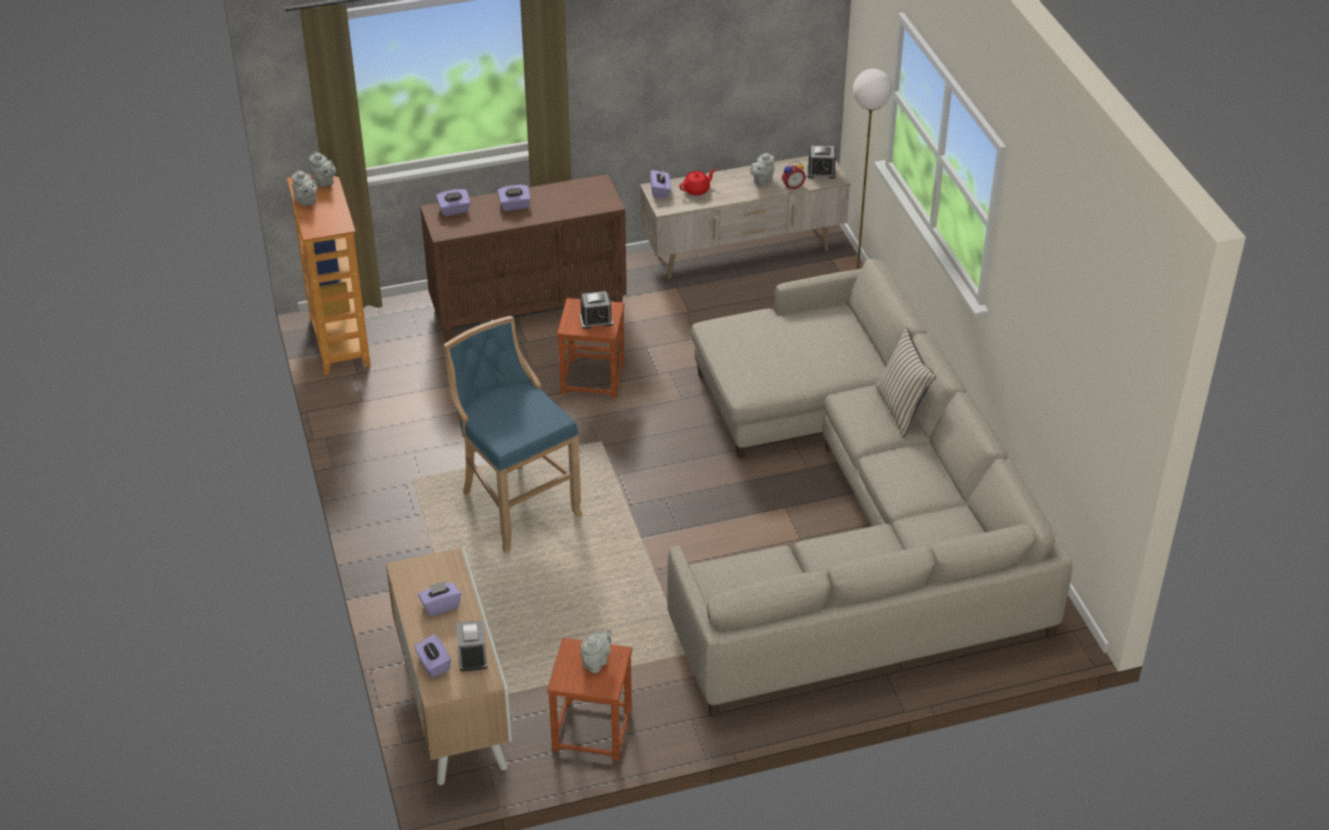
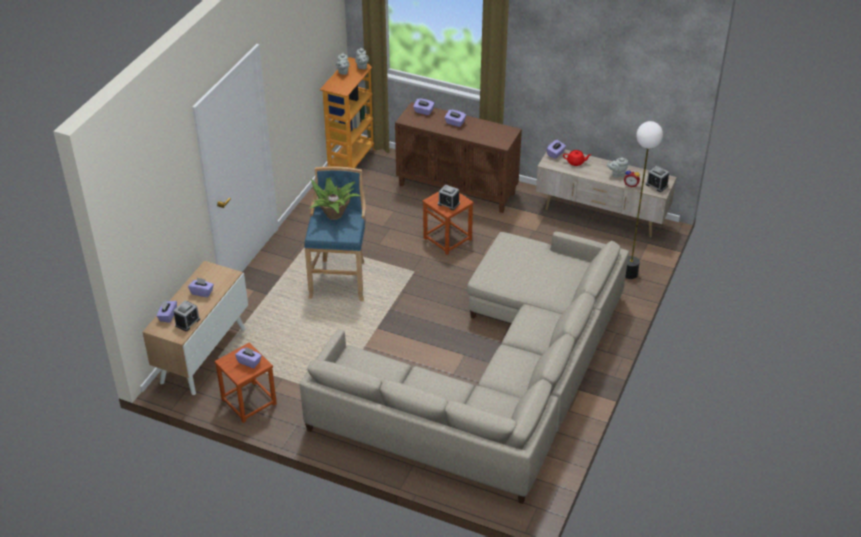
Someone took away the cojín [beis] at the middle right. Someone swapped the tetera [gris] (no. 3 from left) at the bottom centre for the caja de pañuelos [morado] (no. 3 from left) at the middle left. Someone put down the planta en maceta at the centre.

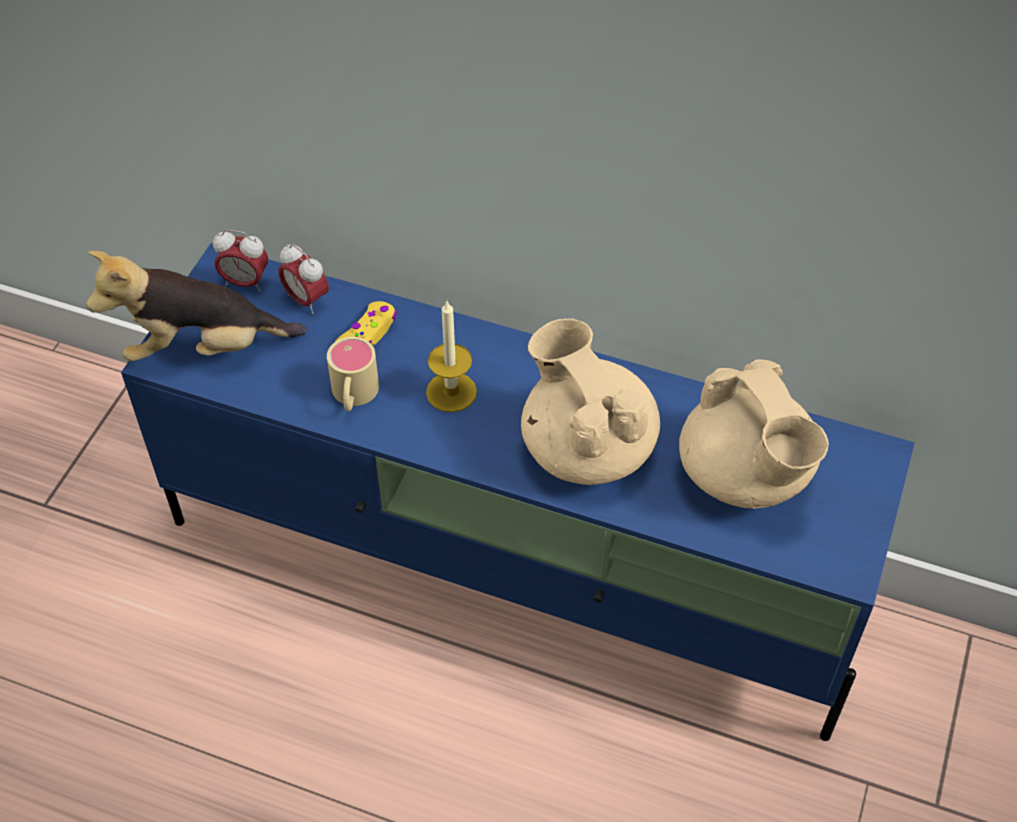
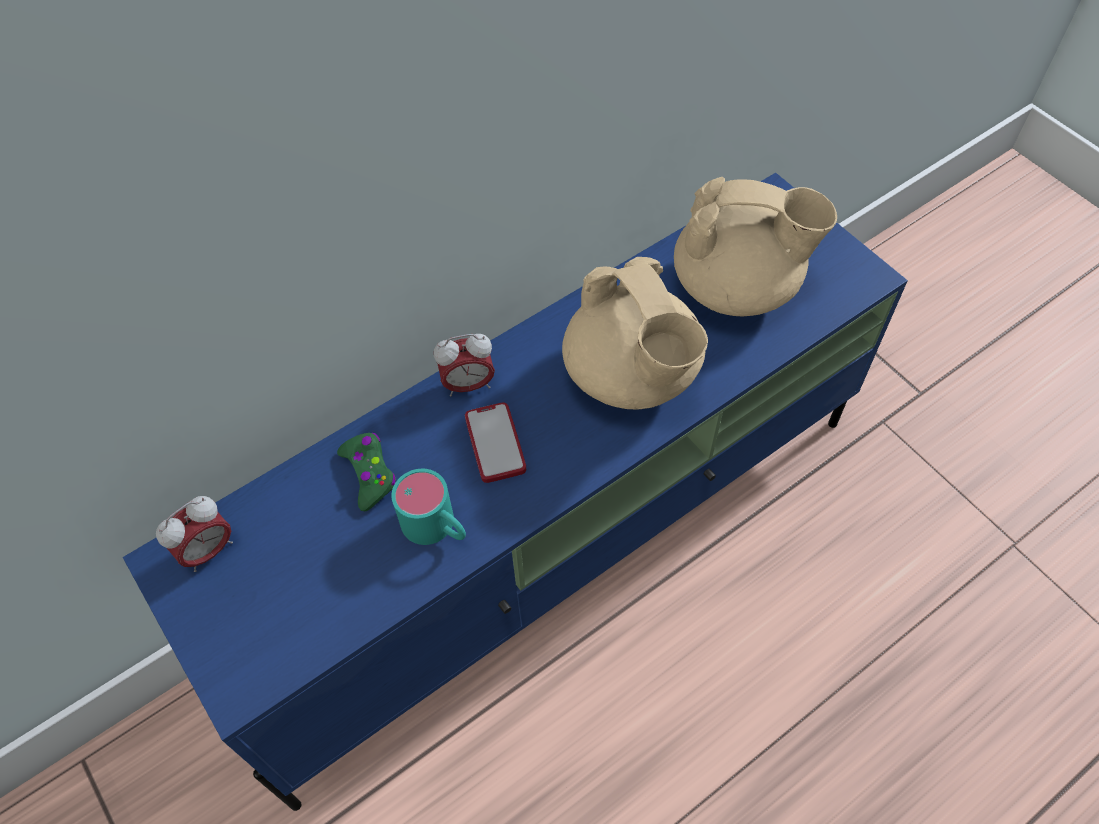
Someone carried the despertador (no. 2 from left) from the middle left to the centre. Someone took away the peluche at the middle left. Someone repainted the mando de consola [amarillo] at the centre, which became the mando de consola [verde] at the middle left. Someone swapped the vela at the centre for the móvil at the centre. Someone rotated the tetera [beis] (no. 1 from left) at the centre by 120 degrees counterclockwise. Someone repainted the taza grande [beis] at the centre, which became the taza grande [turquesa] at the centre.

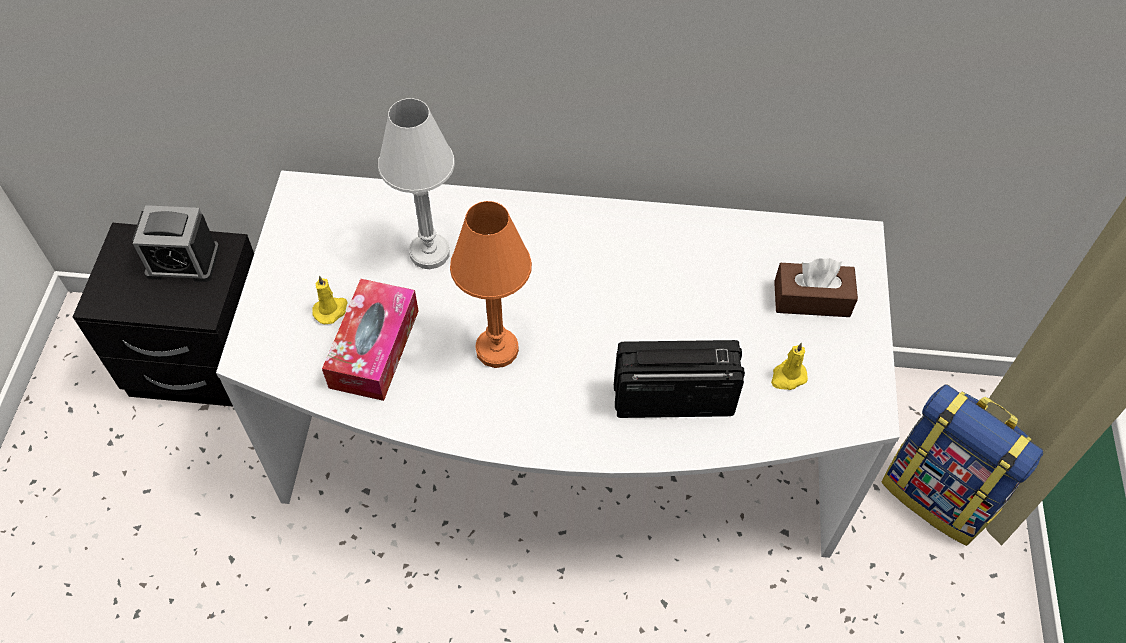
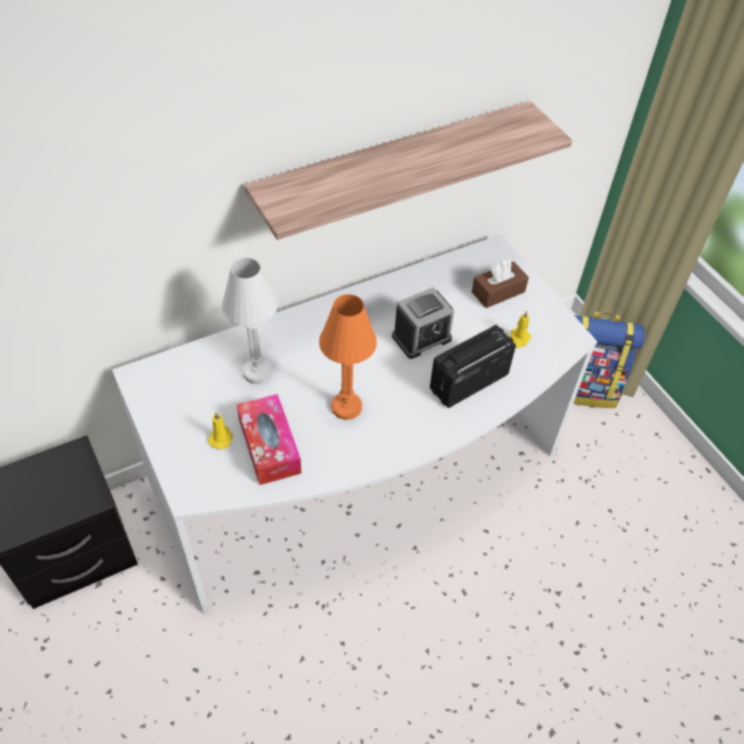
Someone carried the despertador from the middle left to the centre. Someone put up the estante at the top centre.

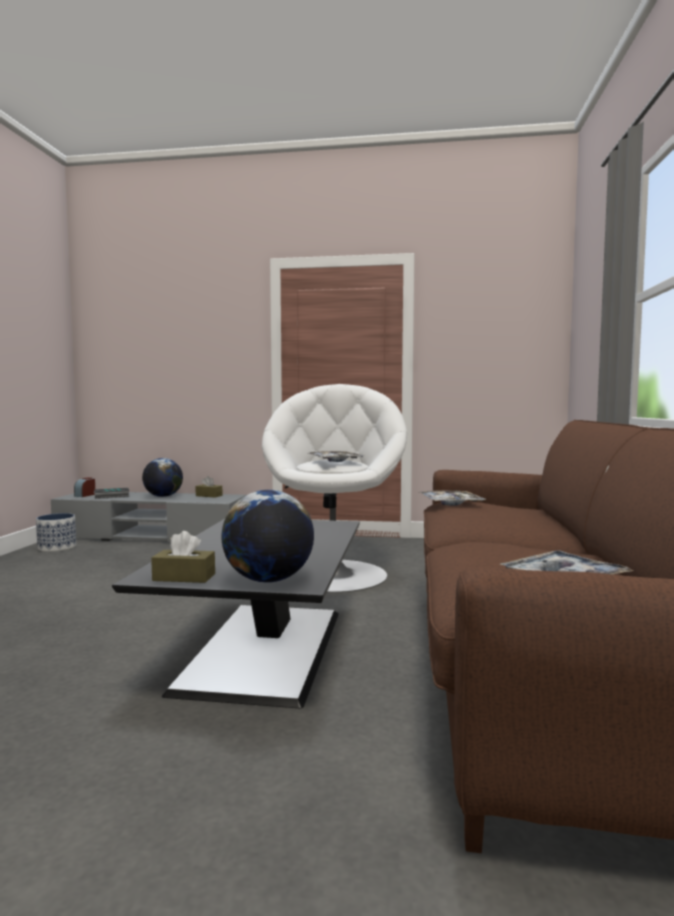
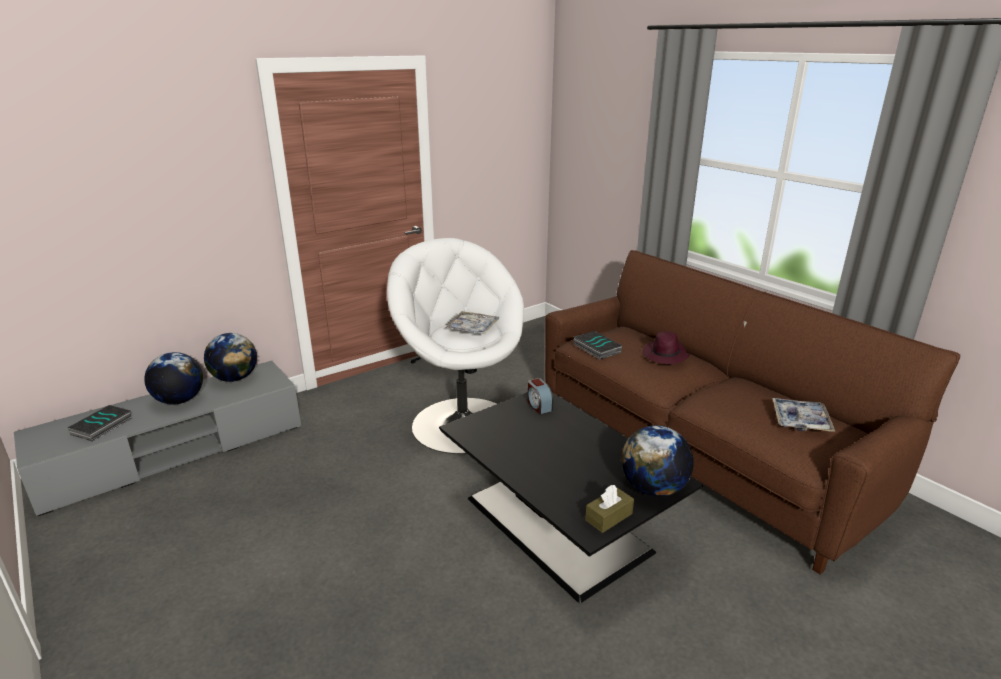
Someone swapped the caja de pañuelos [marrón] (no. 2 from left) at the middle left for the globo terráqueo (no. 2 from left) at the middle left. Someone carried the despertador from the middle left to the centre. Someone swapped the bandeja (no. 2 from left) at the middle right for the libro (no. 2 from left) at the centre. Someone took away the maceta at the middle left. Someone put down the sombrero [morado] at the centre.

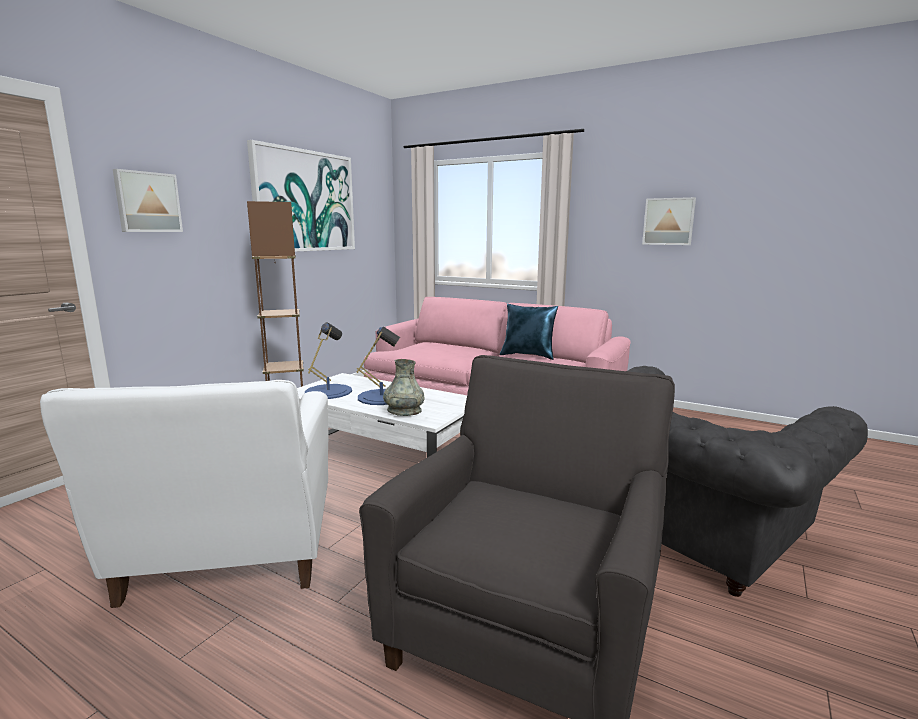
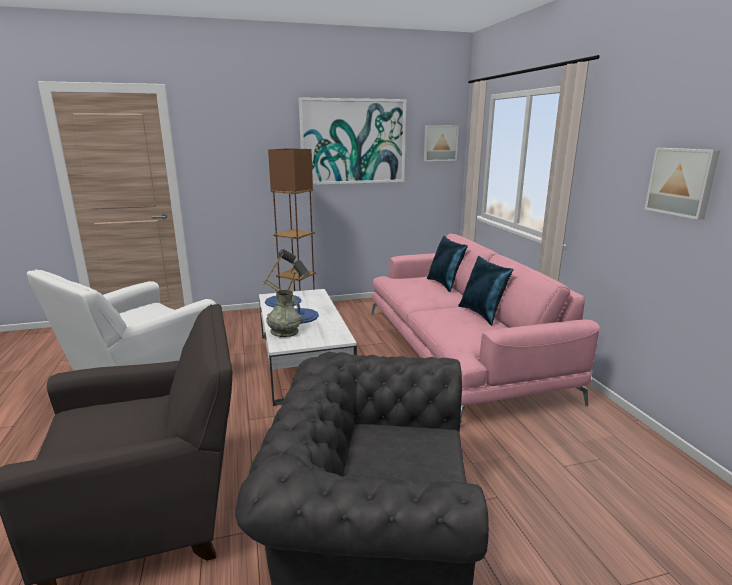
Someone carried the cuadro (no. 1 from left in the first image) from the top left to the top centre. Someone put down the cojín [azul] (no. 1 from left) at the centre.

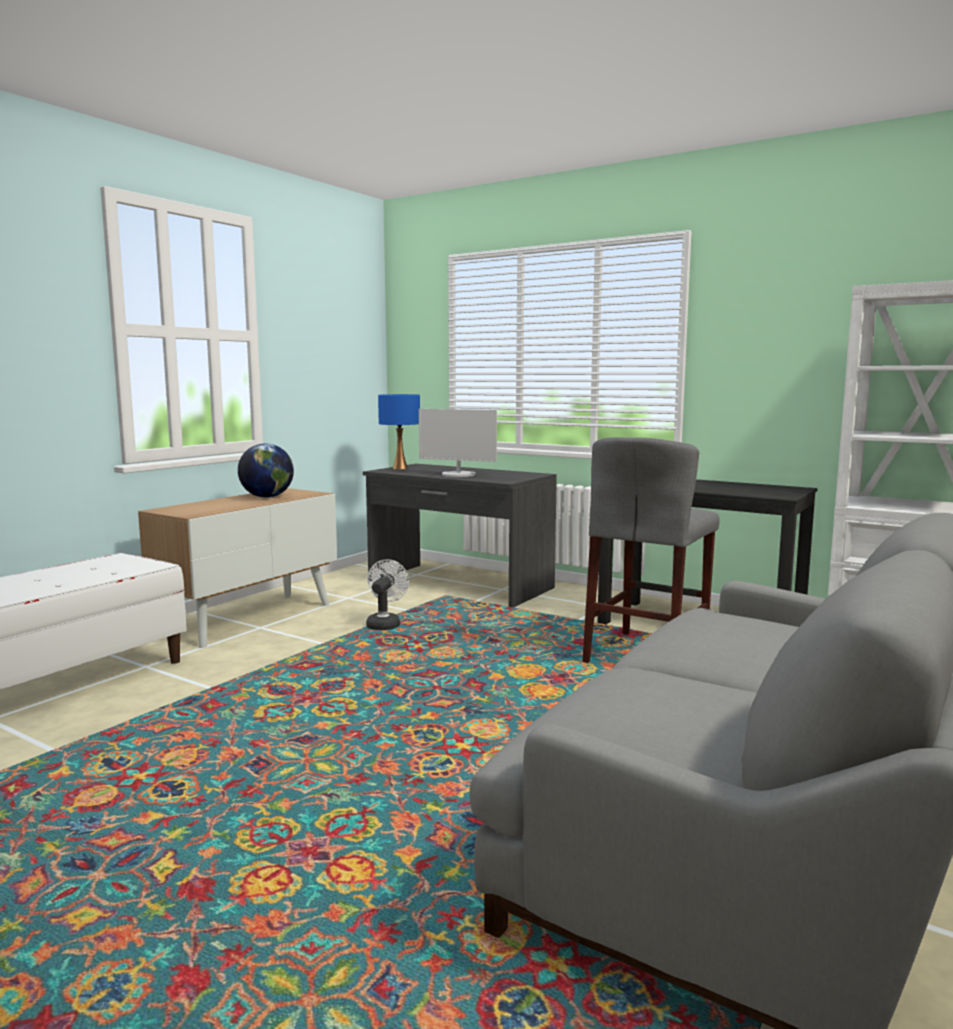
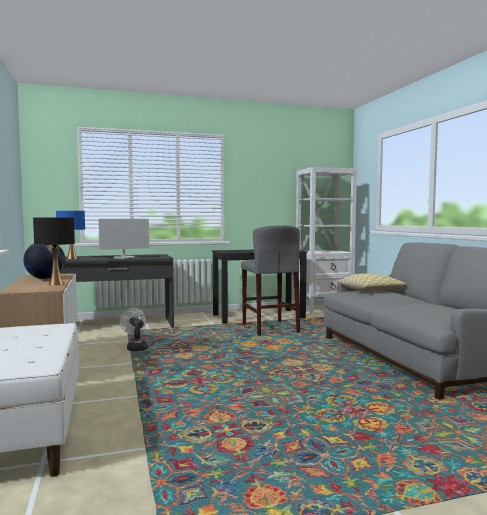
Someone put down the lámpara de mesa [negro] at the middle left. Someone put down the cojín at the middle right.

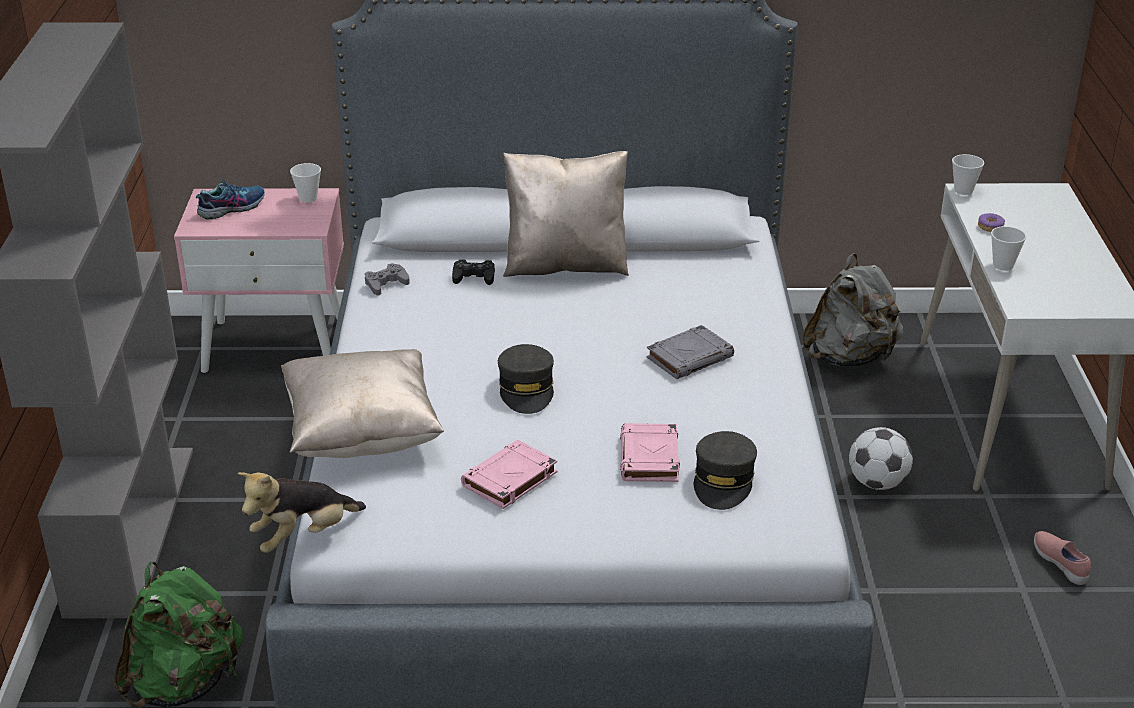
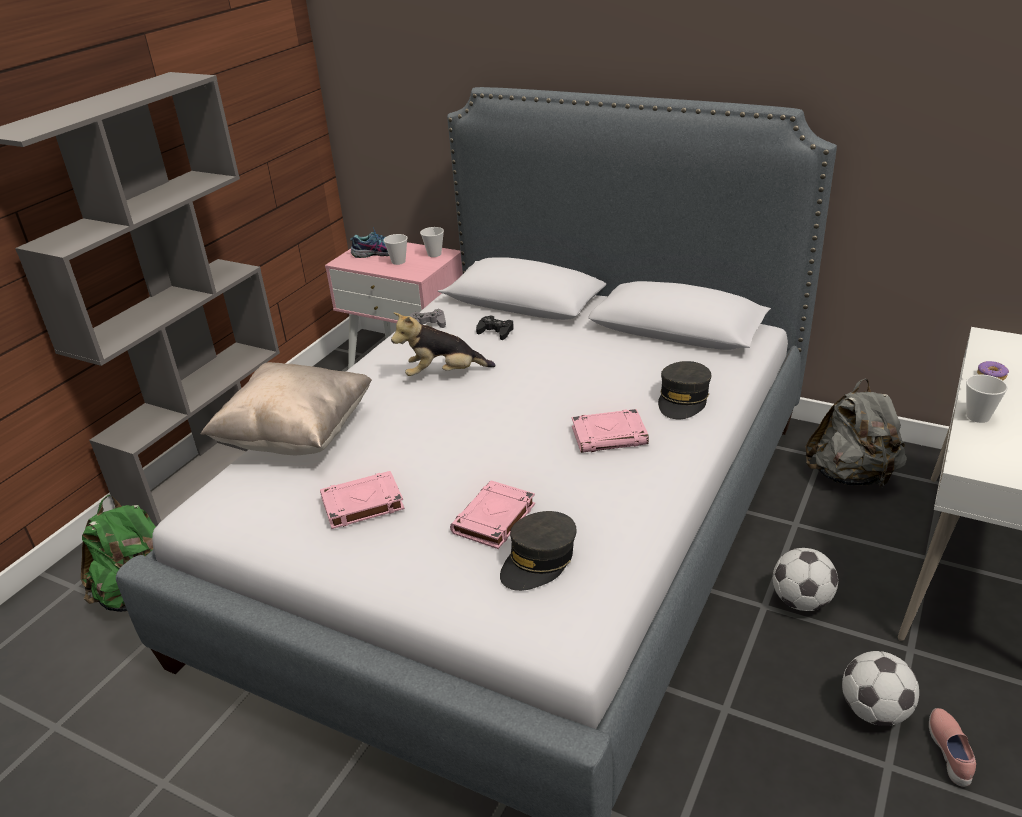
Someone took away the cojín [beis] (no. 2 from left) at the top centre. Someone carried the taza (no. 2 from left in the first image) from the top right to the top centre. Someone repainted the libro [gris] at the centre, which became the libro [rosa] (no. 3 from left) at the centre. Someone carried the gorra [gris] (no. 1 from left in the first image) from the centre to the middle right. Someone carried the peluche from the bottom left to the centre. Someone put down the balón de fútbol (no. 2 from left) at the bottom right.

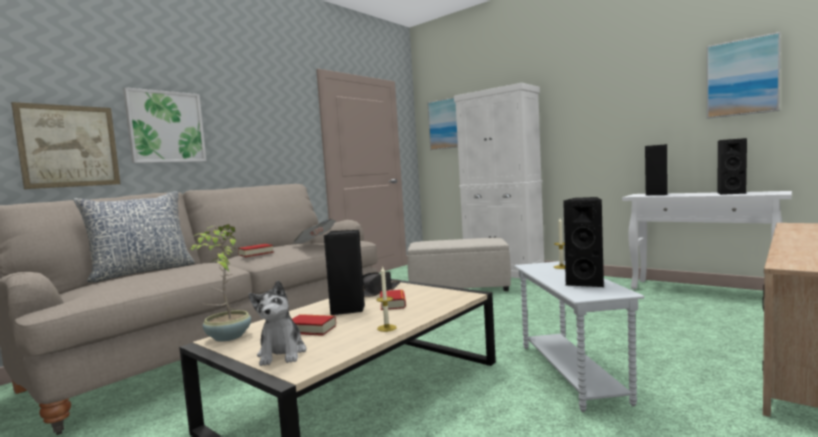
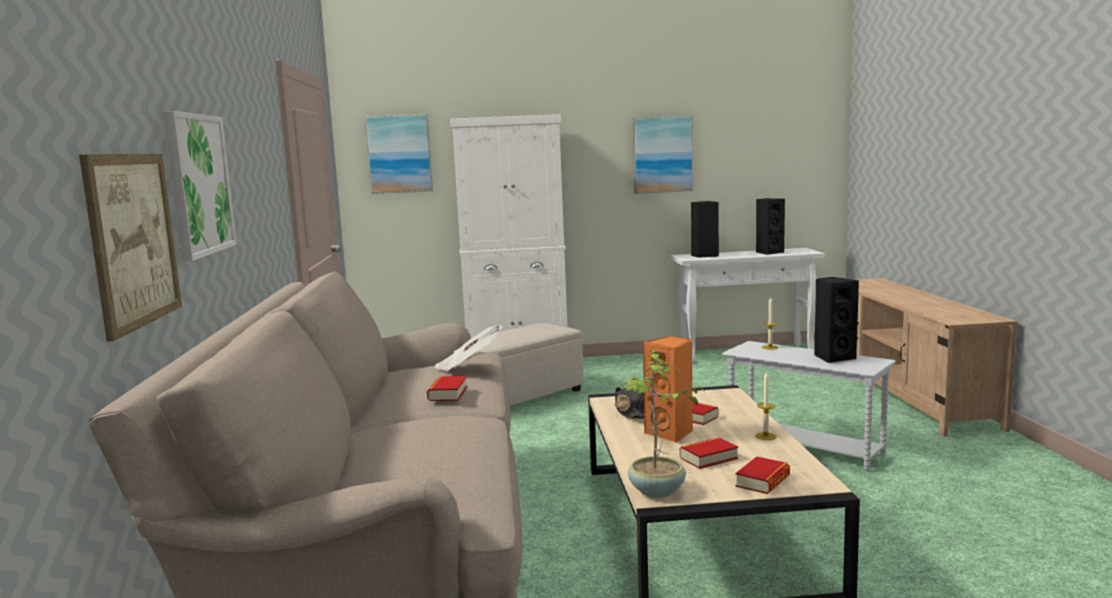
Someone carried the cuadro (no. 4 from left) from the top right to the top centre. Someone took away the cojín at the middle left. Someone repainted the altavoz [negro] (no. 1 from left) at the centre, which became the altavoz [naranja] at the centre. Someone swapped the peluche at the bottom centre for the libro (no. 4 from left) at the bottom right.

